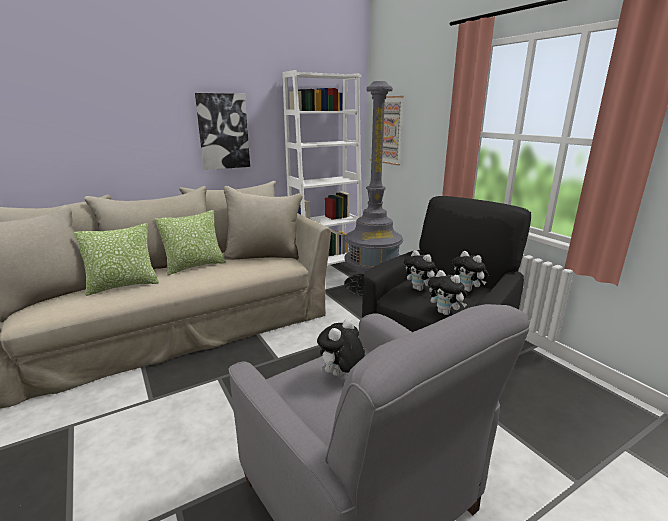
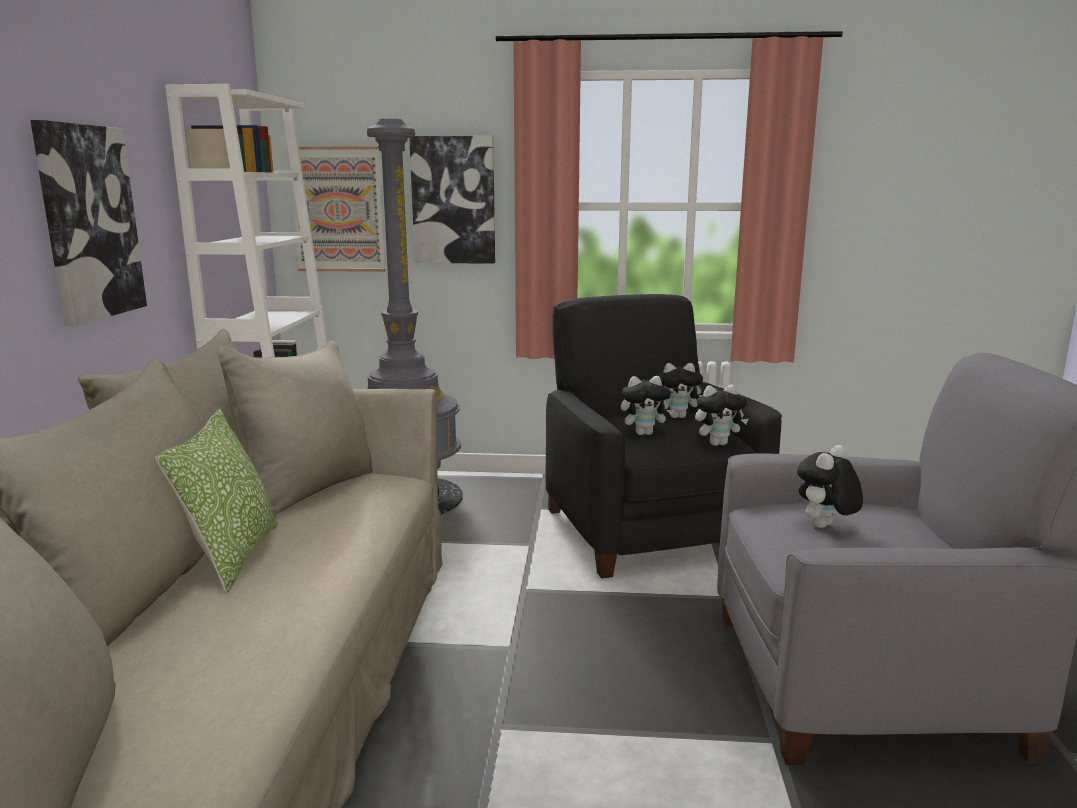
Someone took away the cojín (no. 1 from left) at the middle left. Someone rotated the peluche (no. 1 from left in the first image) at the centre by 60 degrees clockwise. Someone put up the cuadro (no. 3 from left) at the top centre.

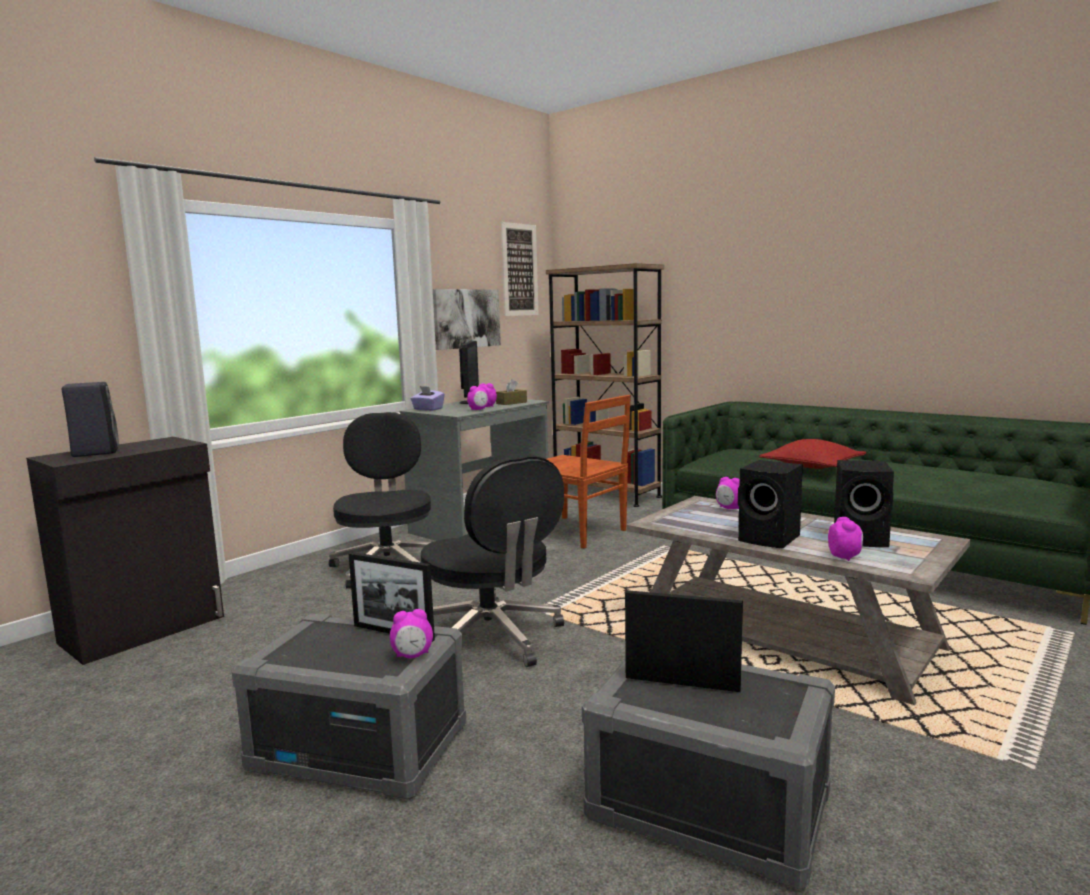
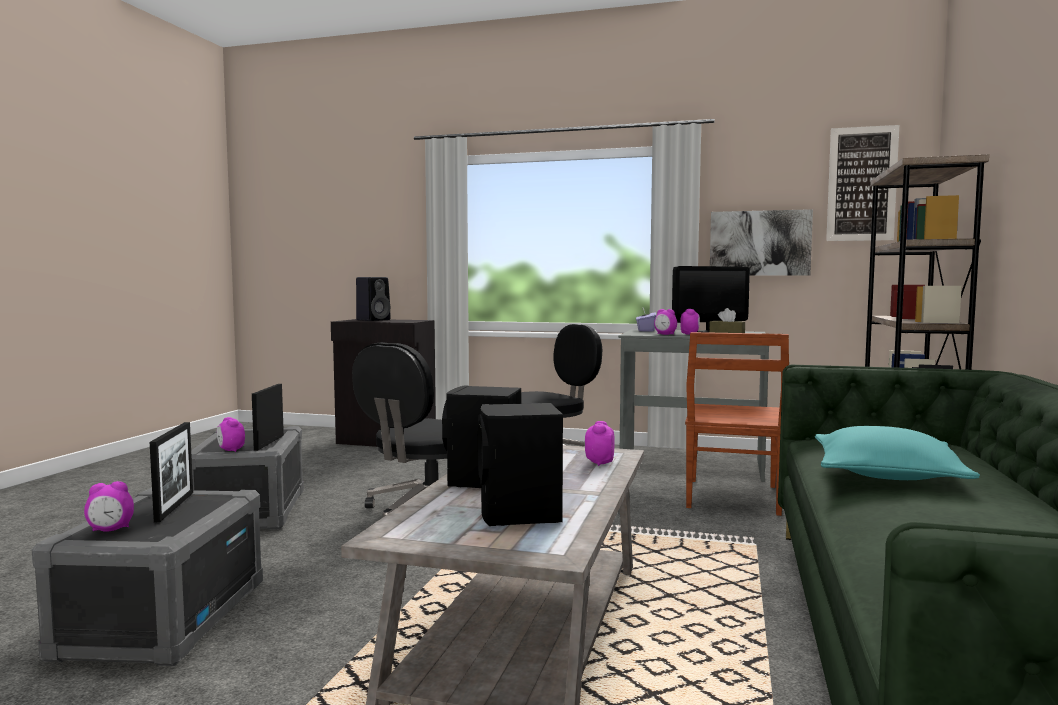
Someone repainted the cojín [rojo] at the middle right, which became the cojín [turquesa] at the middle right. Someone carried the despertador (no. 5 from left in the first image) from the middle right to the bottom left.

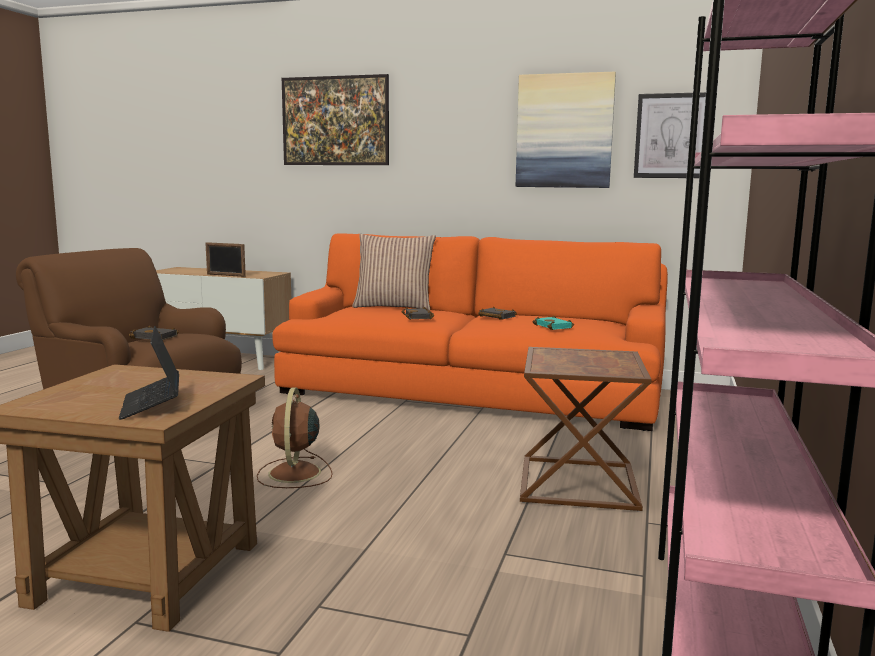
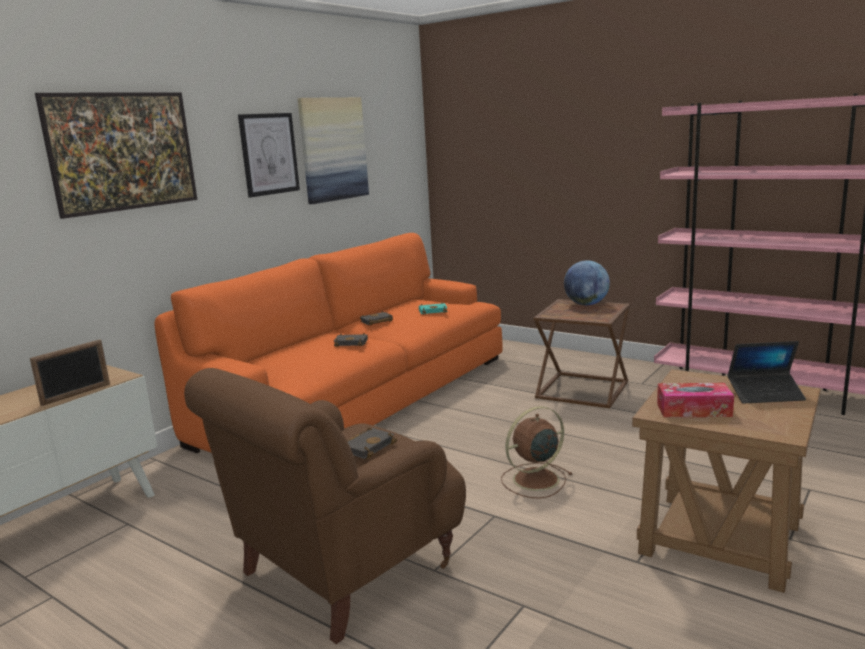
Someone carried the cuadro (no. 3 from left in the first image) from the top right to the top left. Someone took away the cojín at the centre. Someone rotated the ventilador [marrón] at the bottom centre by 135 degrees clockwise. Someone put down the globo terráqueo at the middle right. Someone put down the caja de pañuelos at the middle right.

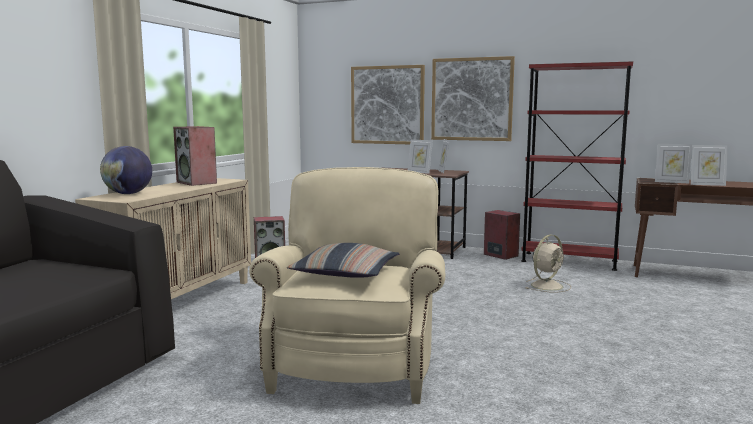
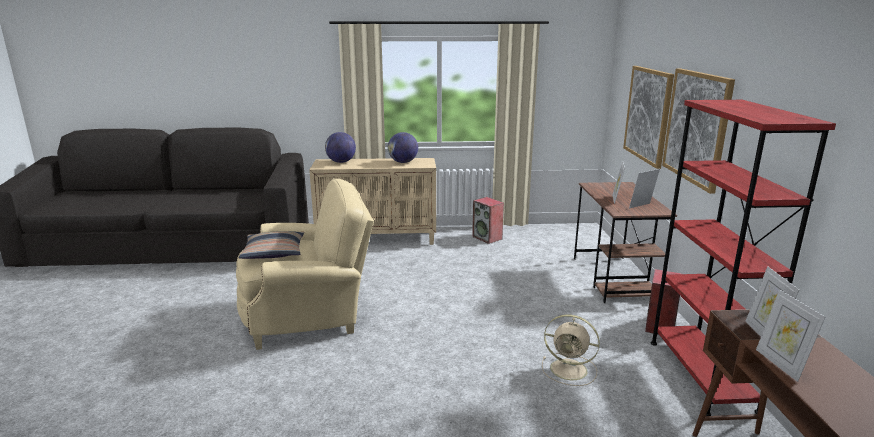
Someone swapped the altavoz (no. 1 from left) at the middle left for the globo terráqueo (no. 2 from left) at the centre.

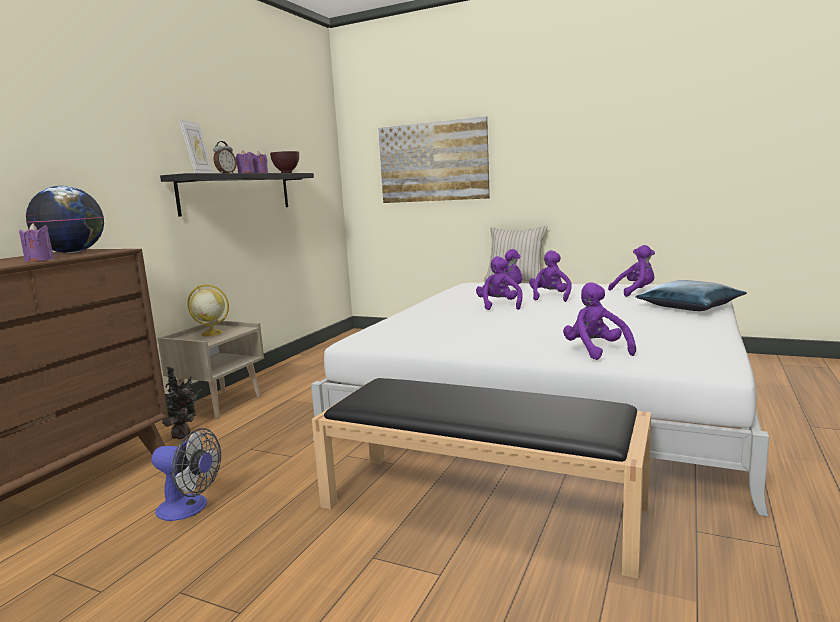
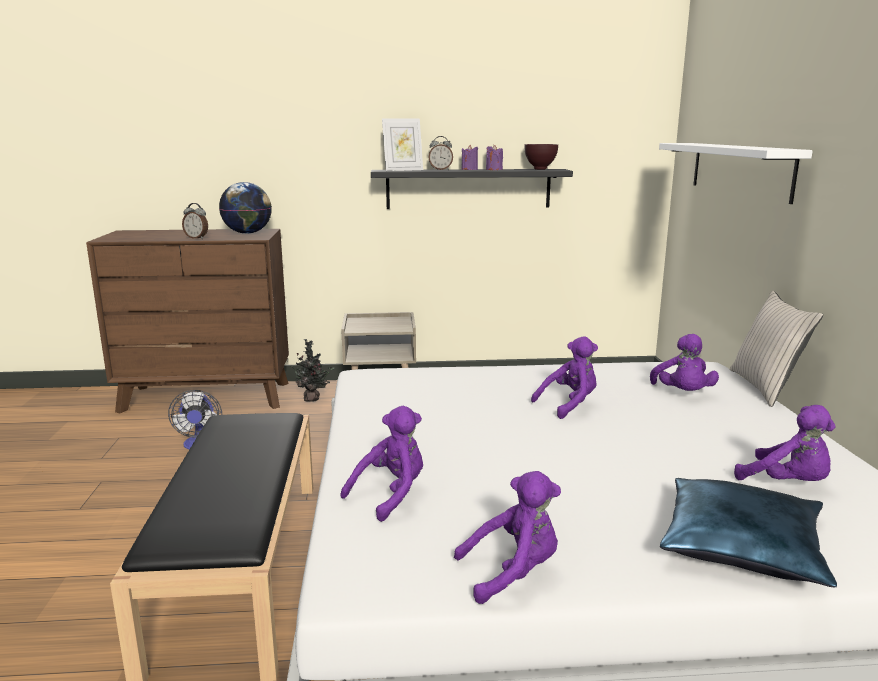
Someone swapped the cuadro at the top centre for the estante [blanco] at the top right. Someone swapped the vela [morado] (no. 1 from left) at the middle left for the despertador (no. 1 from left) at the top left. Someone carried the peluche [morado] (no. 3 from left in the first image) from the centre to the bottom centre. Someone took away the globo terráqueo (no. 2 from left) at the middle left.

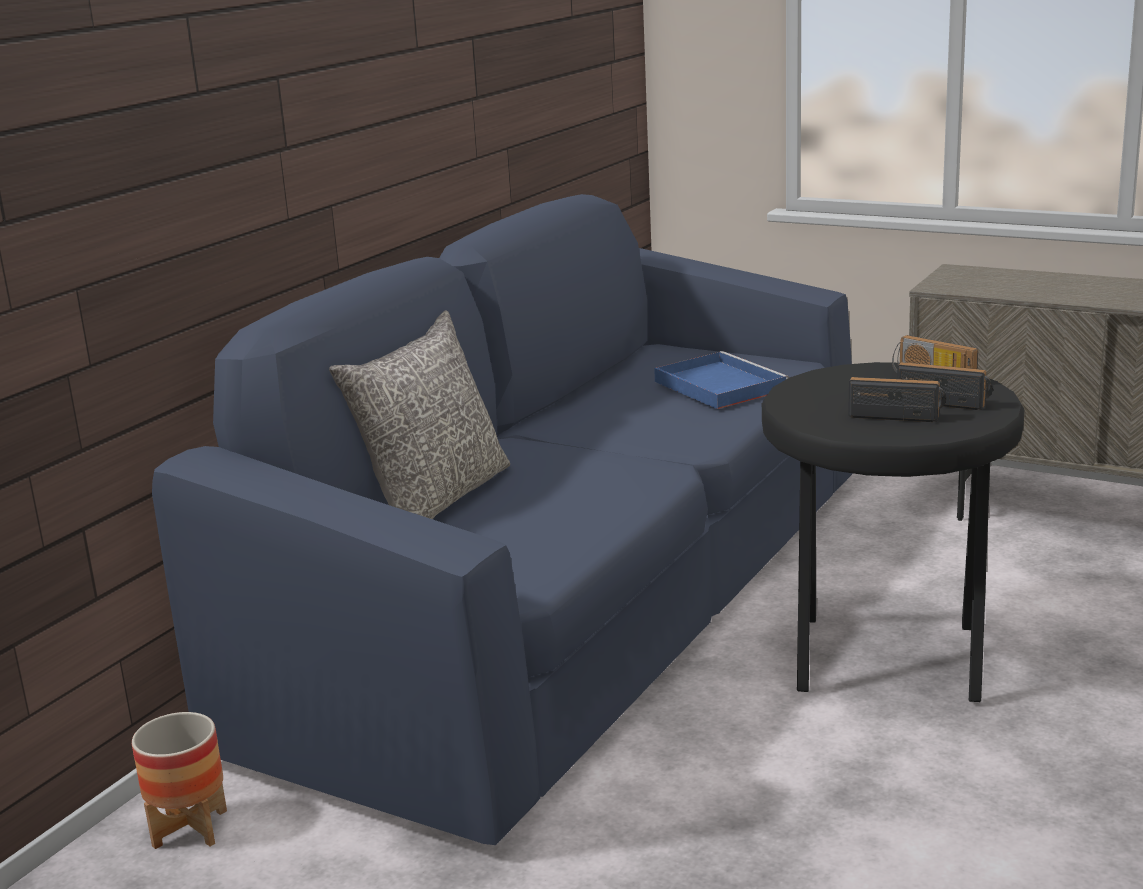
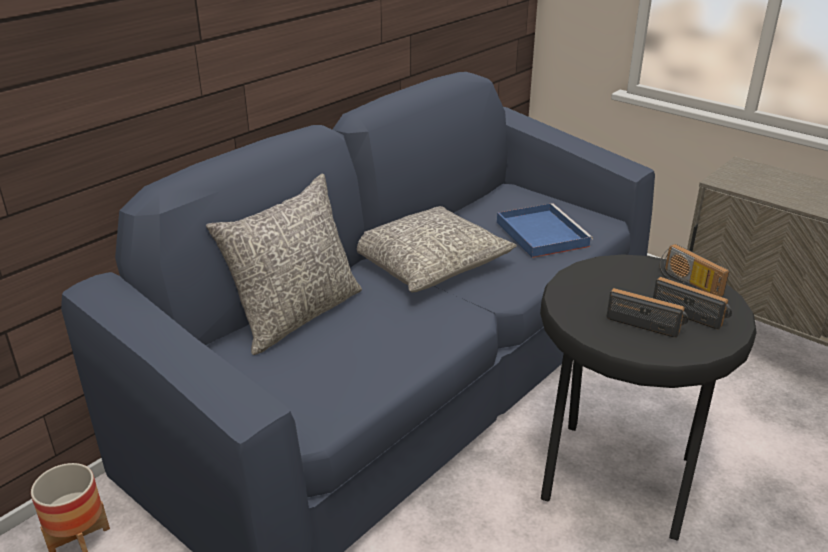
Someone put down the cojín [gris] (no. 2 from left) at the centre.

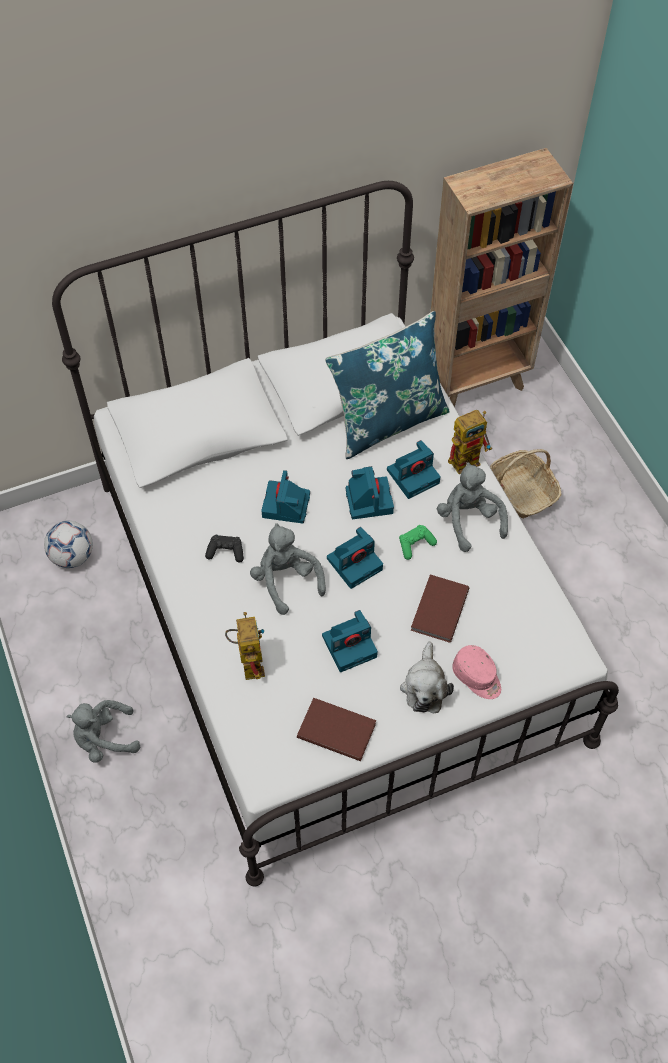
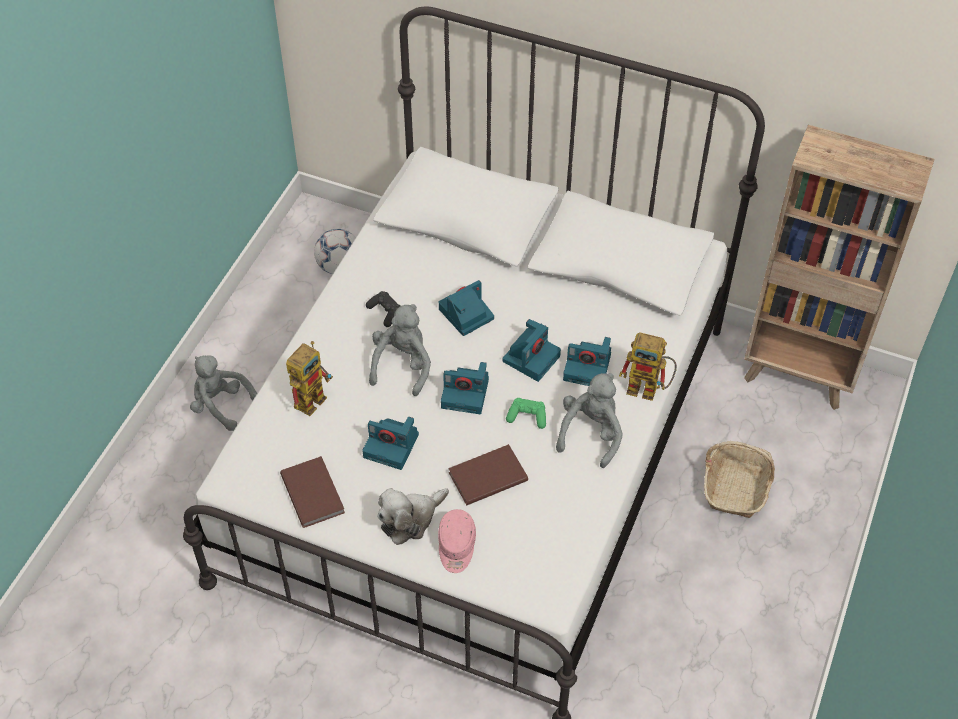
Someone took away the cojín [azul] at the centre.

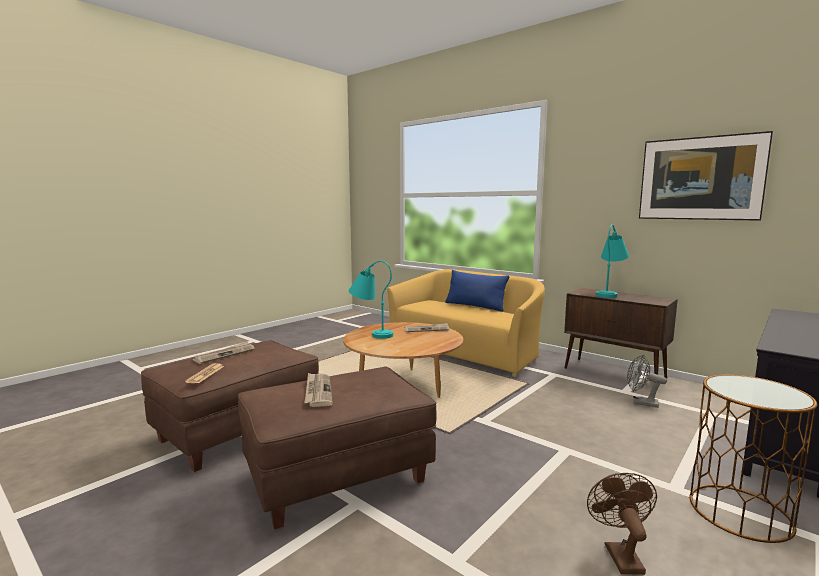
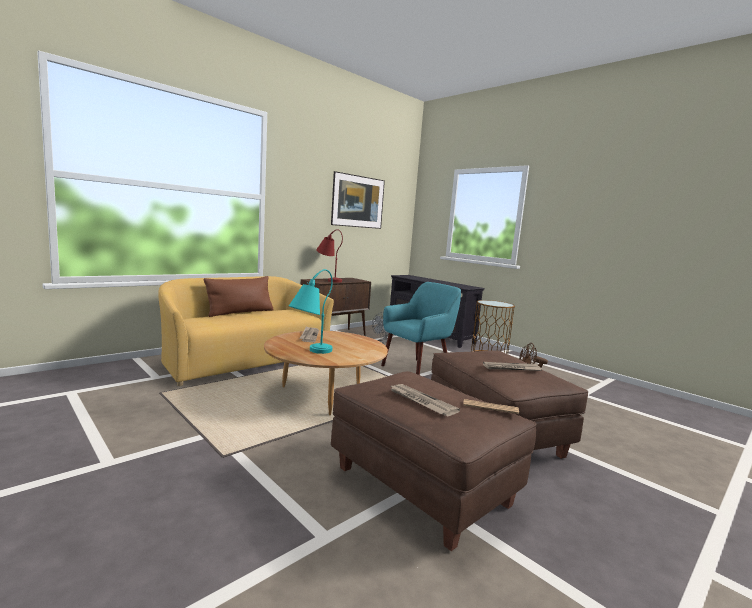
Someone repainted the lámpara de mesa [turquesa] (no. 2 from left) at the middle right, which became the lámpara de mesa [rojo] at the centre. Someone repainted the cojín [azul] at the centre, which became the cojín [marrón] at the middle left. Someone put down the sillón [turquesa] at the centre.

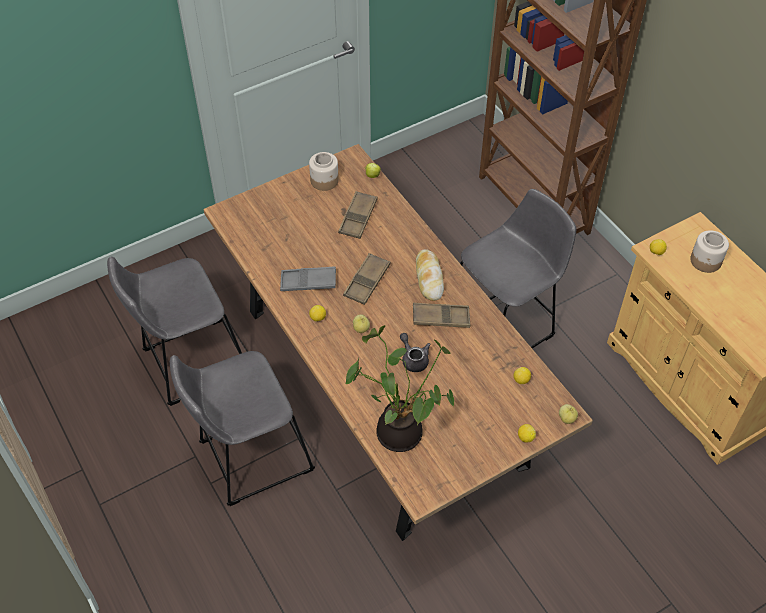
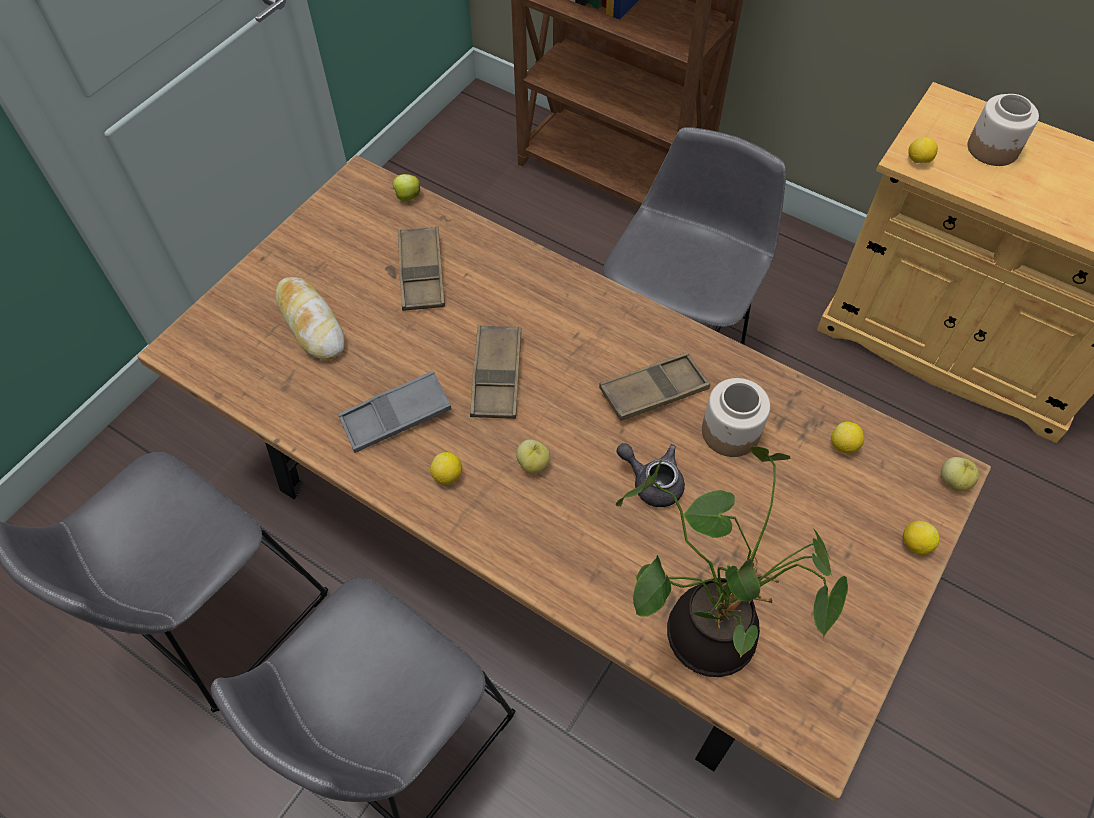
Someone carried the tarro (no. 1 from left) from the top centre to the middle right. Someone carried the pan from the centre to the middle left.

